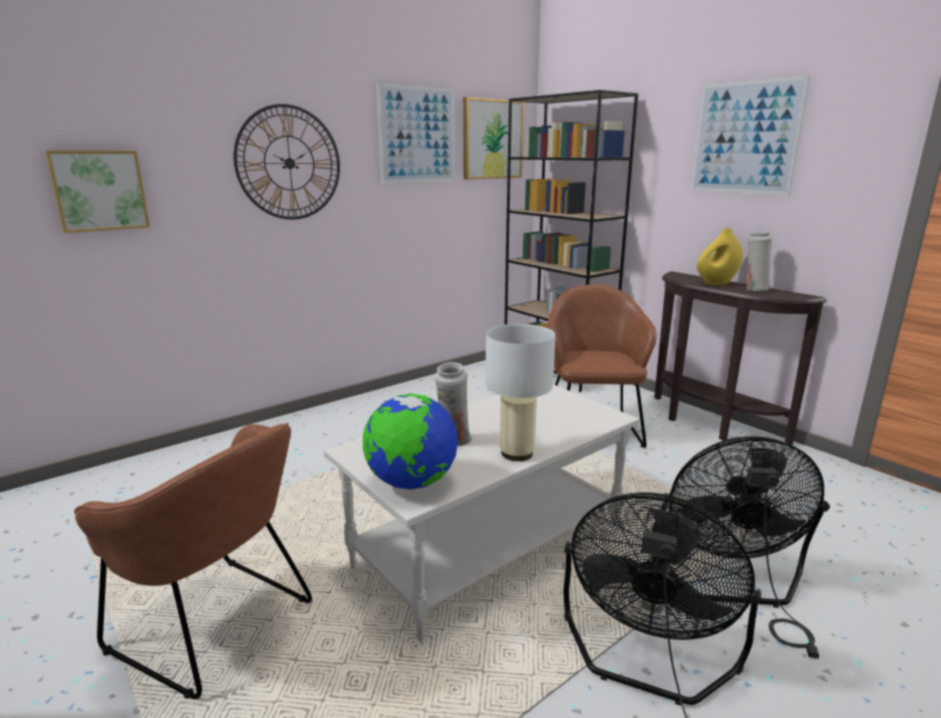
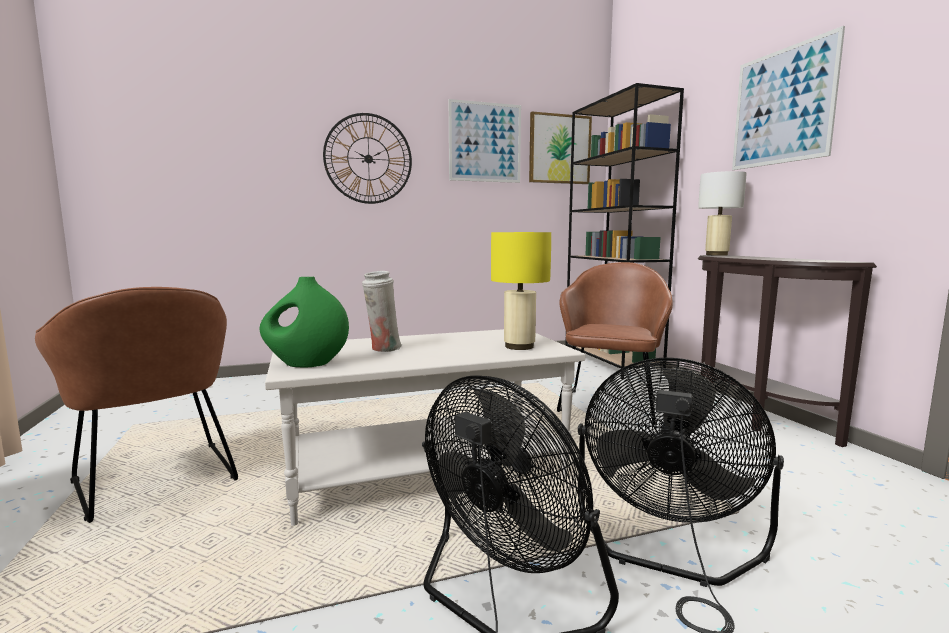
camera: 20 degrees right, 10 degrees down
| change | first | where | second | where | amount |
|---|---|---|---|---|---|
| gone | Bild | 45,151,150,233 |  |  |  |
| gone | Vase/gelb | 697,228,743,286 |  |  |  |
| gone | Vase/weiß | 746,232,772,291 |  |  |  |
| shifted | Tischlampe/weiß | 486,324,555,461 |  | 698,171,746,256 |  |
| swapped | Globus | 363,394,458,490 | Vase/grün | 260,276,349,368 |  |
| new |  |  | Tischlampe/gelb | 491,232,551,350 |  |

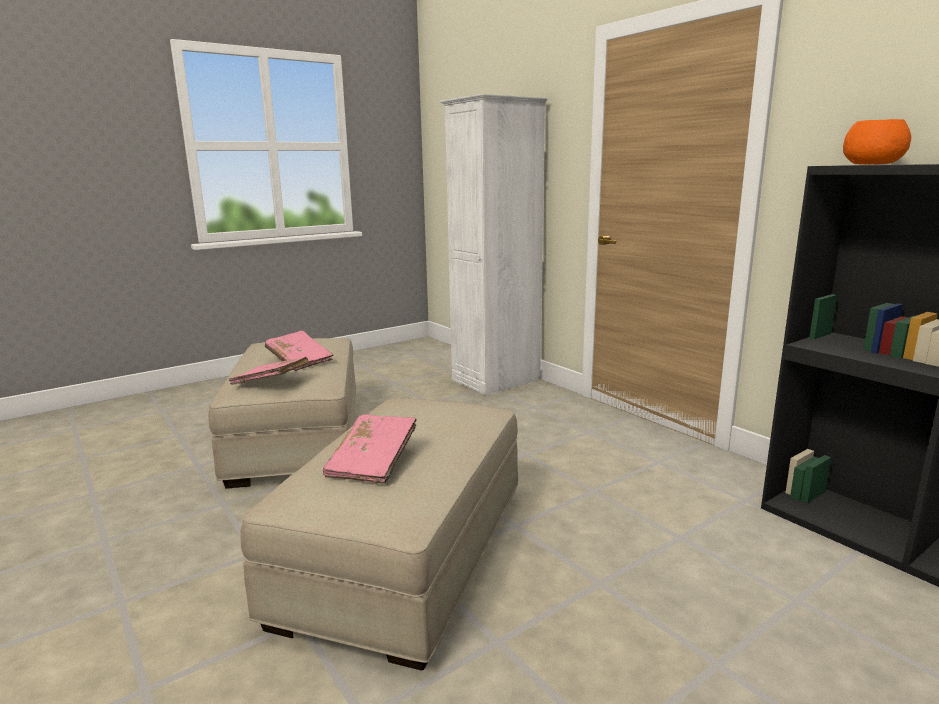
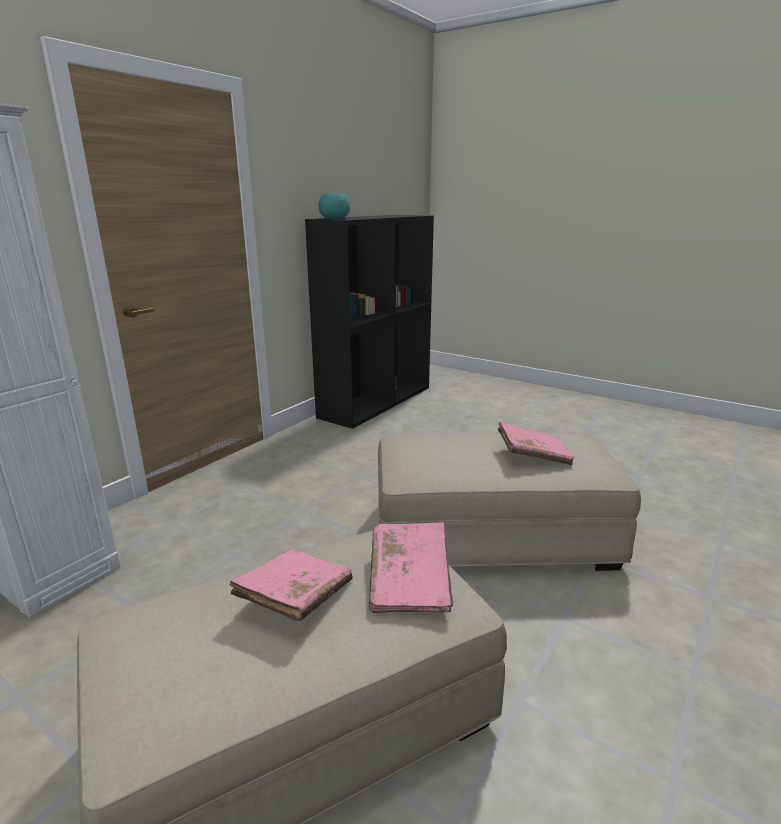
camera: 110 degrees left, 5 degrees up
| change | first | where | second | where | amount |
|---|---|---|---|---|---|
| repainted | Schüssel/orange | 843,119,911,165 | Schüssel/türkis | 319,194,350,219 |  |

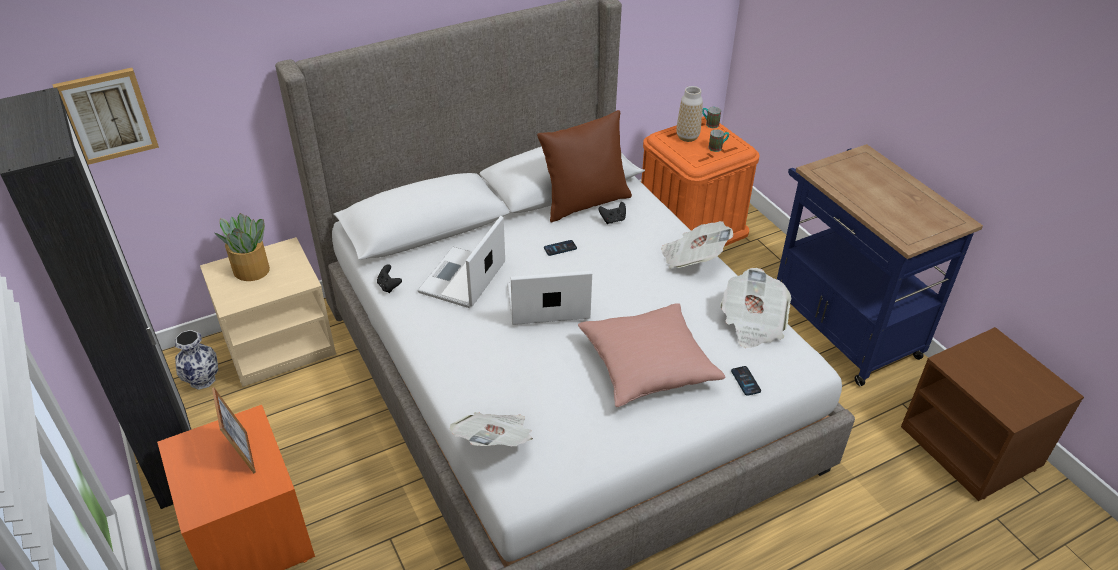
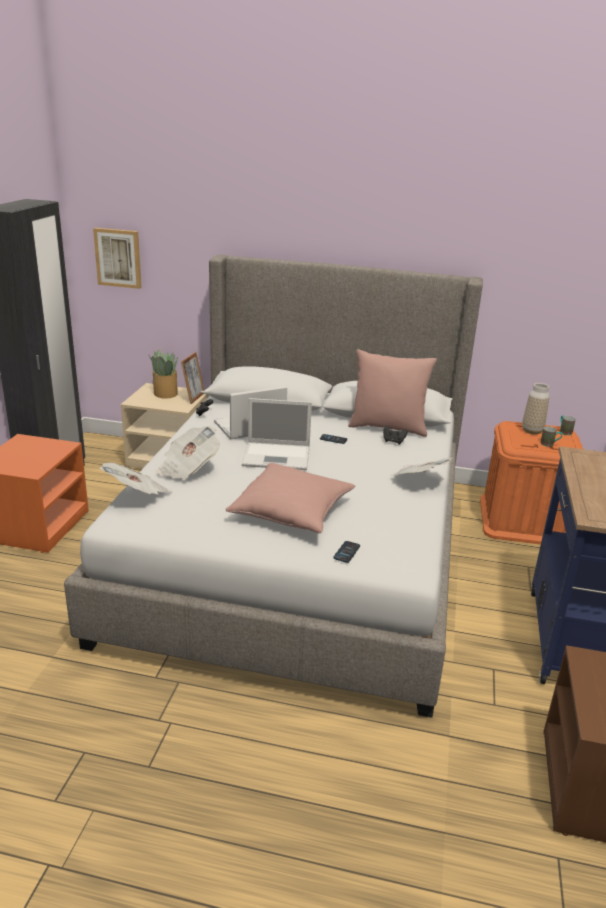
camera: 40 degrees right, 15 degrees down
| change | first | where | second | where | amount |
|---|---|---|---|---|---|
| repainted | Kissen/braun | 537,110,632,223 | Kissen/rosa | 348,349,437,437 |  |
| shifted | Zeitung | 720,268,792,348 |  | 157,426,220,479 |  |
| rotated | Laptop | 507,271,592,325 |  | 242,398,312,470 | 150 degrees clockwise |
| gone | Vase | 174,330,218,390 |  |  |  |
| shifted | Bilderrahmen | 212,387,256,473 |  | 181,352,204,404 |  |

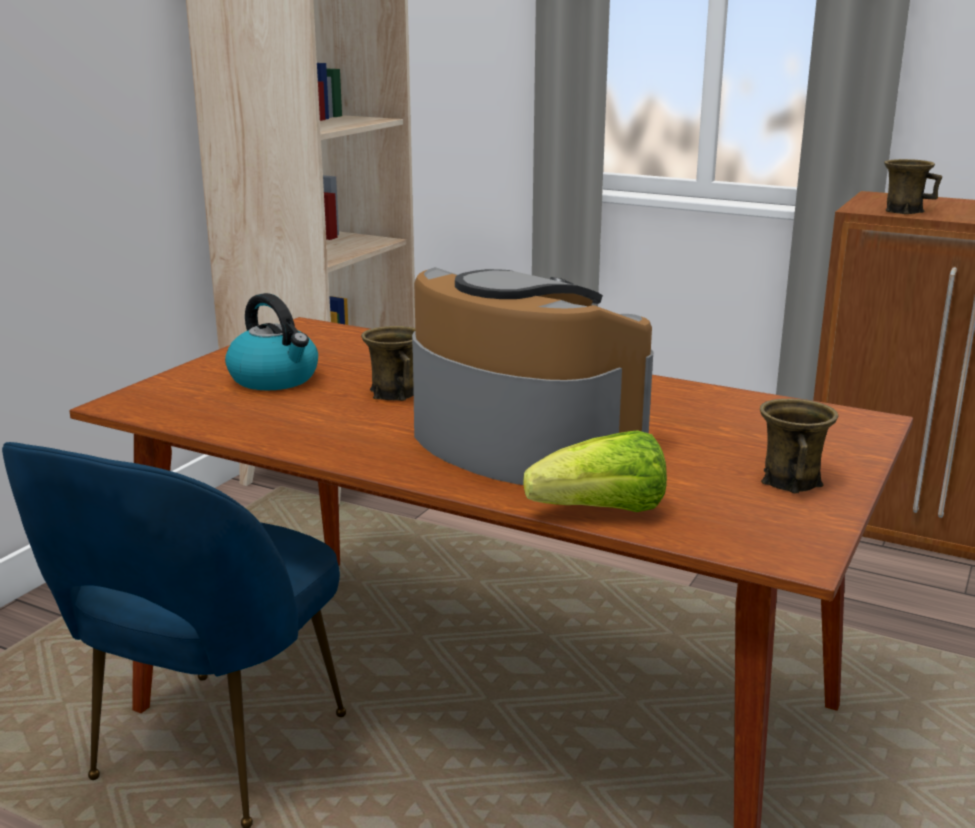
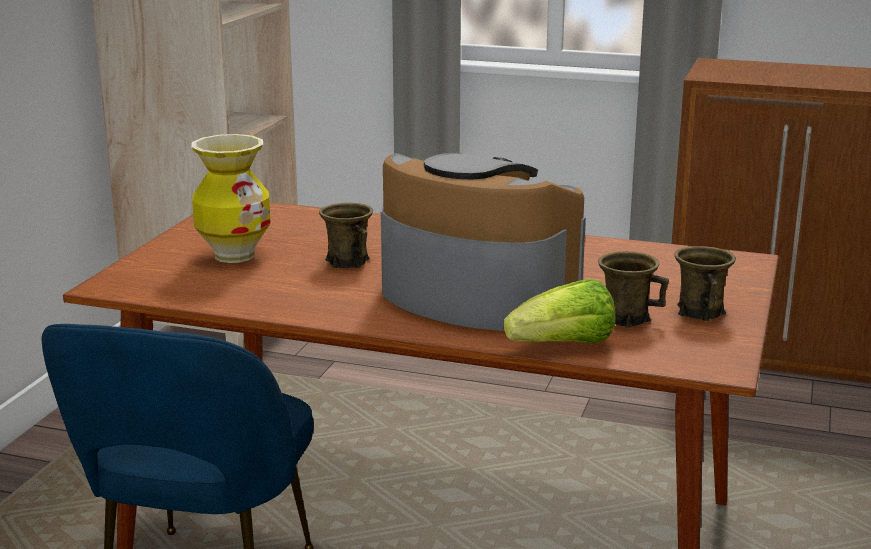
camera: 10 degrees left, 0 degrees up
| change | first | where | second | where | amount |
|---|---|---|---|---|---|
| shifted | Henkelbecher/braun | 884,159,942,214 |  | 598,251,669,328 |  |
| swapped | Wasserkessel | 225,293,318,390 | Vase | 191,134,271,263 |  |

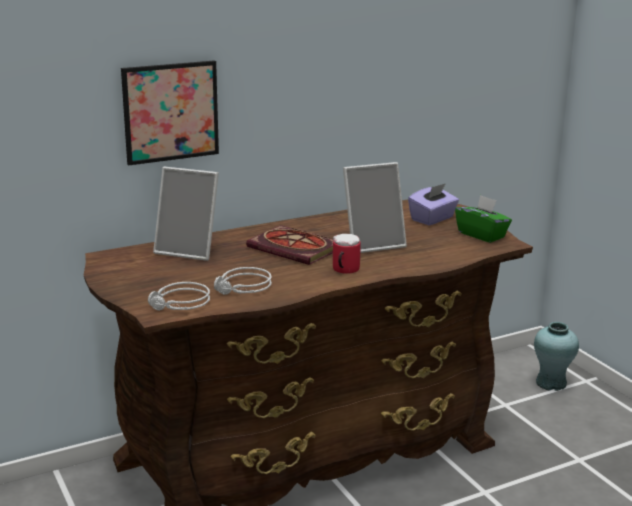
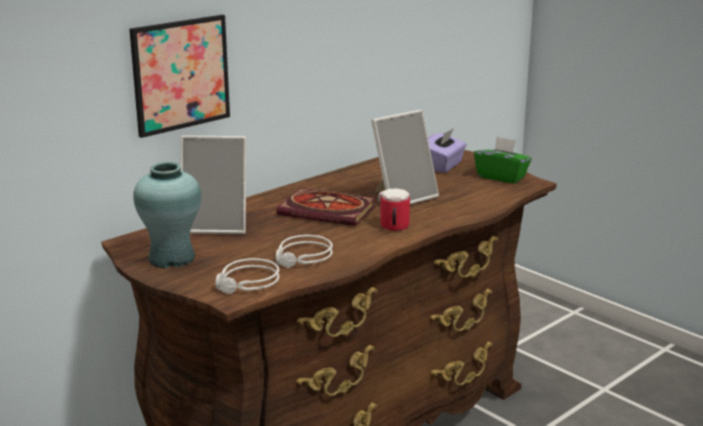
camera: 15 degrees left, 0 degrees up
| change | first | where | second | where | amount |
|---|---|---|---|---|---|
| shifted | Vase/türkis | 534,322,579,391 |  | 133,162,202,268 |  |

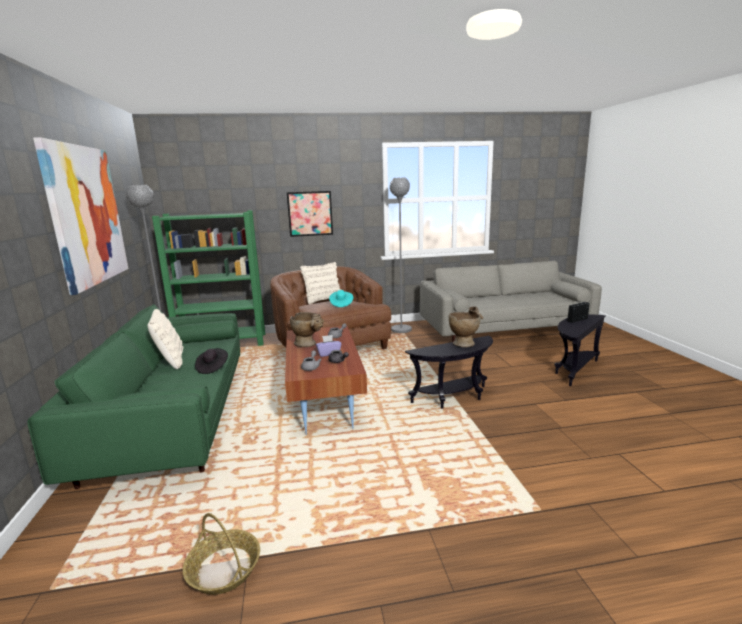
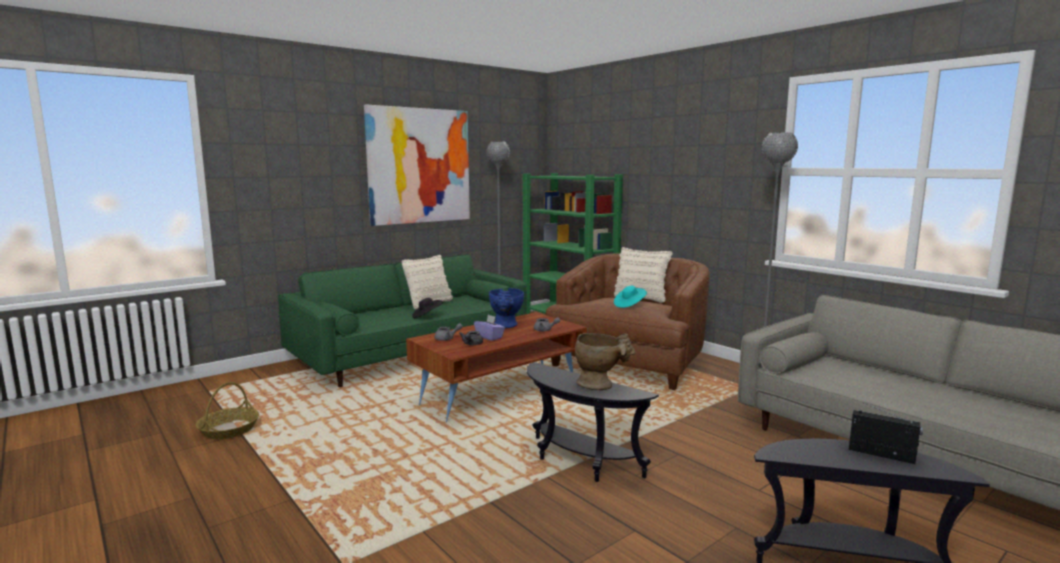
camera: 60 degrees right, 5 degrees down
| change | first | where | second | where | amount |
|---|---|---|---|---|---|
| gone | Bild | 287,191,333,237 |  |  |  |
| repainted | Vase/beige | 290,312,324,347 | Vase/blau | 489,288,524,328 |  |

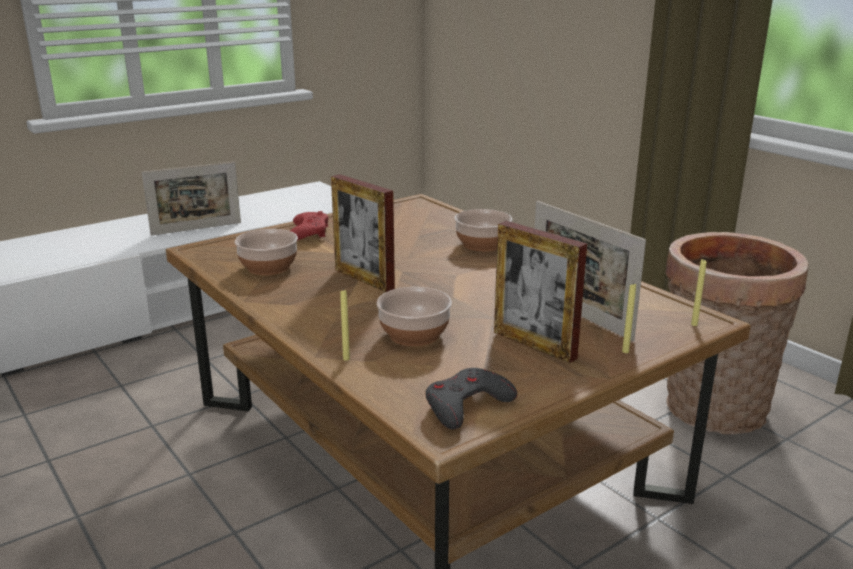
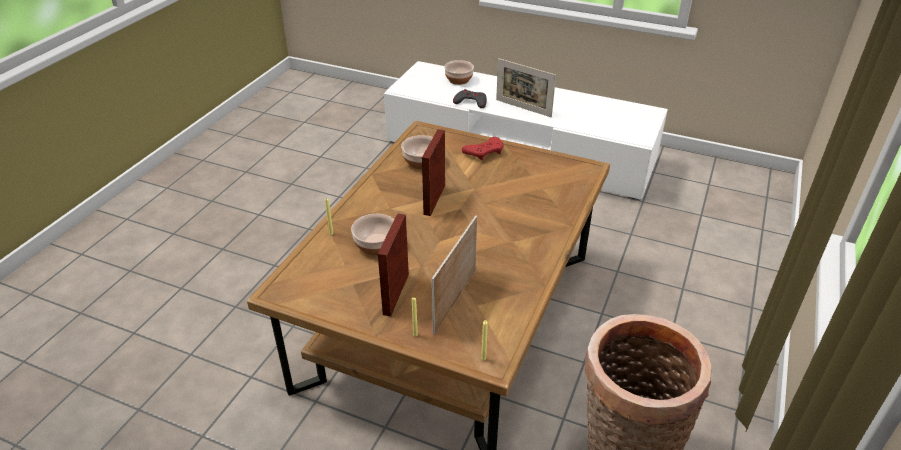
camera: 60 degrees right, 15 degrees up
| change | first | where | second | where | amount |
|---|---|---|---|---|---|
| shifted | Schüssel | 455,209,512,251 |  | 444,60,474,85 |  |
| shifted | Gamepad/grau | 426,368,517,430 |  | 453,89,487,108 |  |

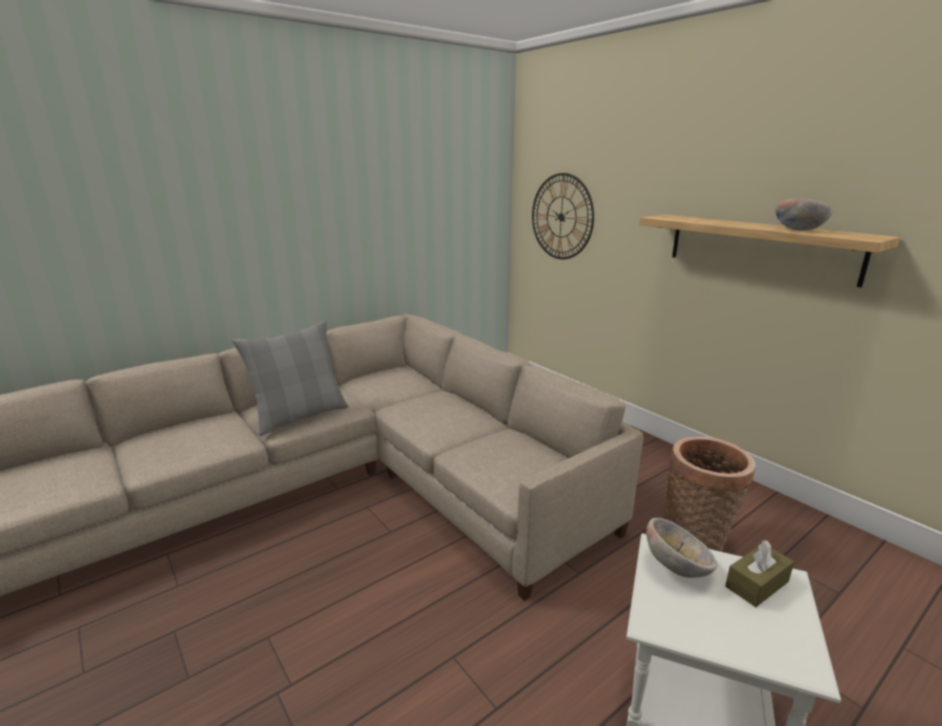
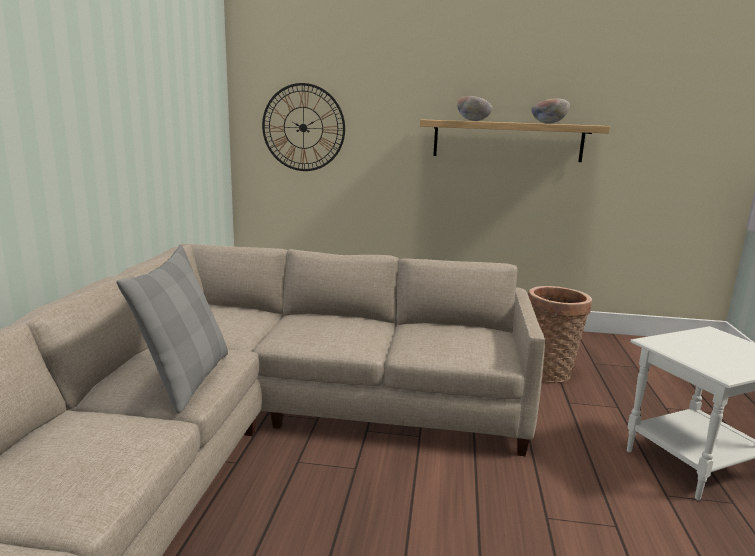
camera: 45 degrees left, 5 degrees down
| change | first | where | second | where | amount |
|---|---|---|---|---|---|
| shifted | Schüssel | 646,518,717,578 |  | 457,96,492,121 |  |
| gone | Taschentuchbox/braun | 725,540,794,607 |  |  |  |

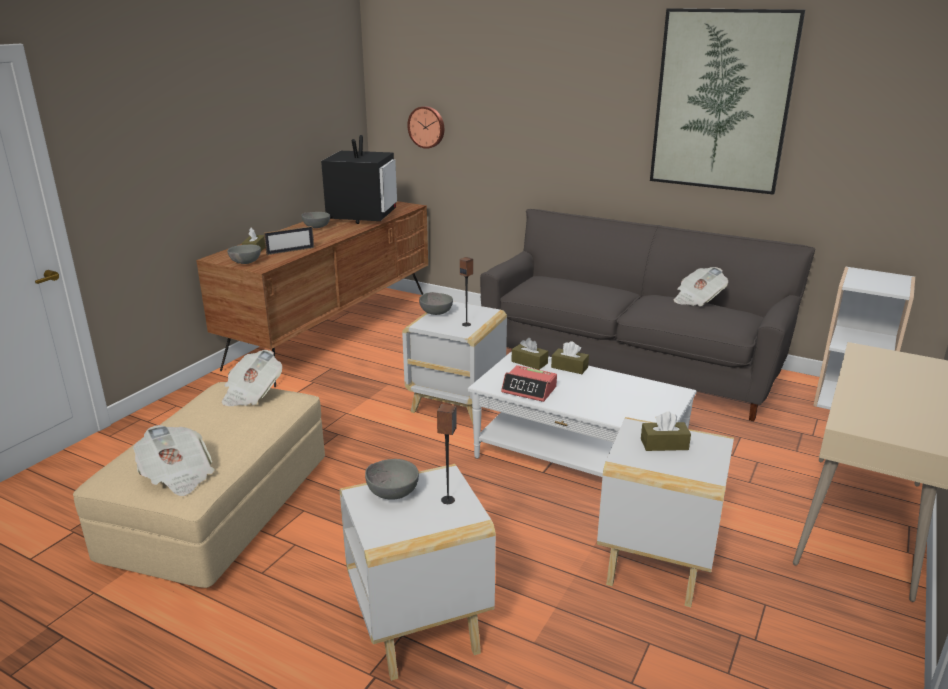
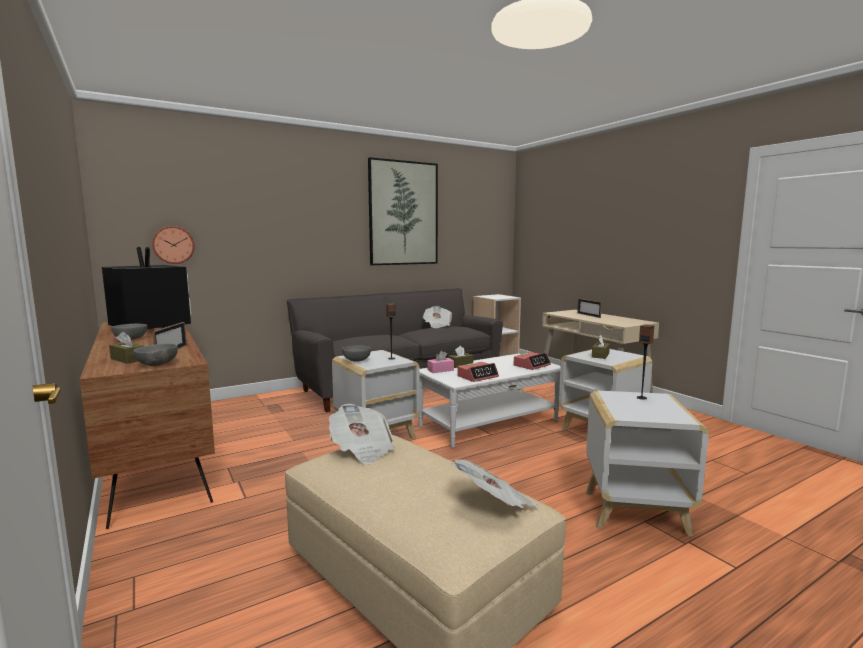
camera: 60 degrees left, 15 degrees down
| change | first | where | second | where | amount |
|---|---|---|---|---|---|
| repainted | Taschentuchbox/braun | 512,338,548,370 | Taschentuchbox/rosa | 427,351,454,373 |  |
| gone | Schüssel/grau | 365,459,419,500 |  |  |  |
| new |  |  | Bilderrahmen | 577,299,602,318 |  |
| new |  |  | Wecker | 514,352,551,370 |  |

